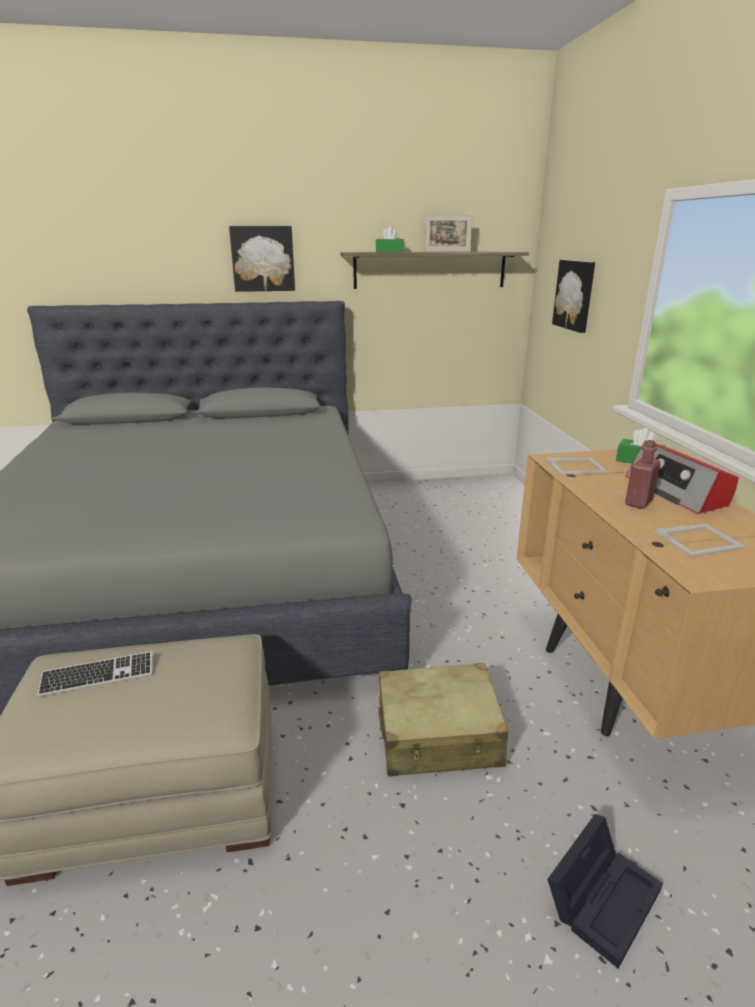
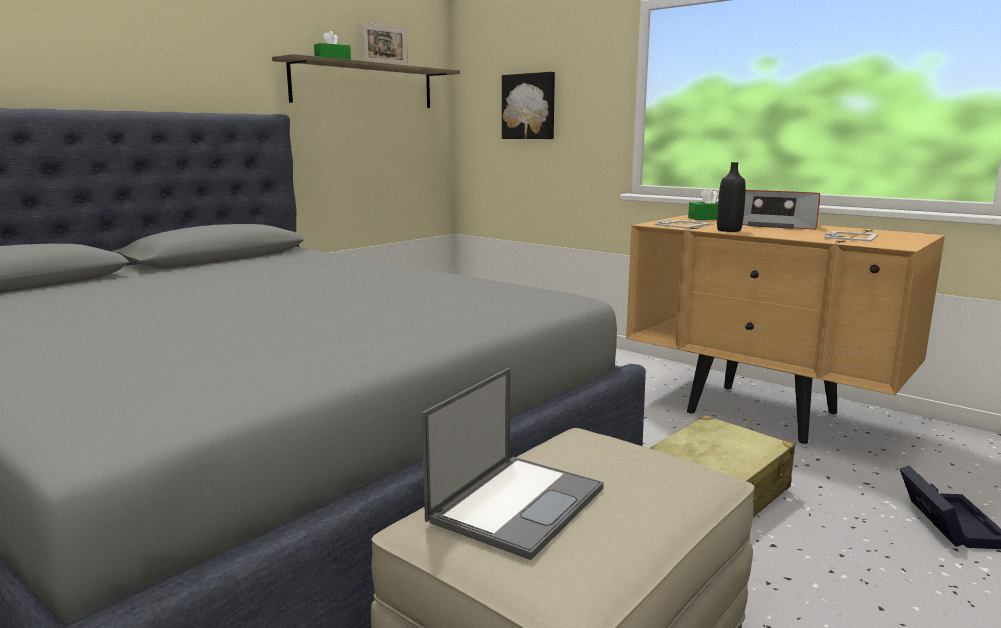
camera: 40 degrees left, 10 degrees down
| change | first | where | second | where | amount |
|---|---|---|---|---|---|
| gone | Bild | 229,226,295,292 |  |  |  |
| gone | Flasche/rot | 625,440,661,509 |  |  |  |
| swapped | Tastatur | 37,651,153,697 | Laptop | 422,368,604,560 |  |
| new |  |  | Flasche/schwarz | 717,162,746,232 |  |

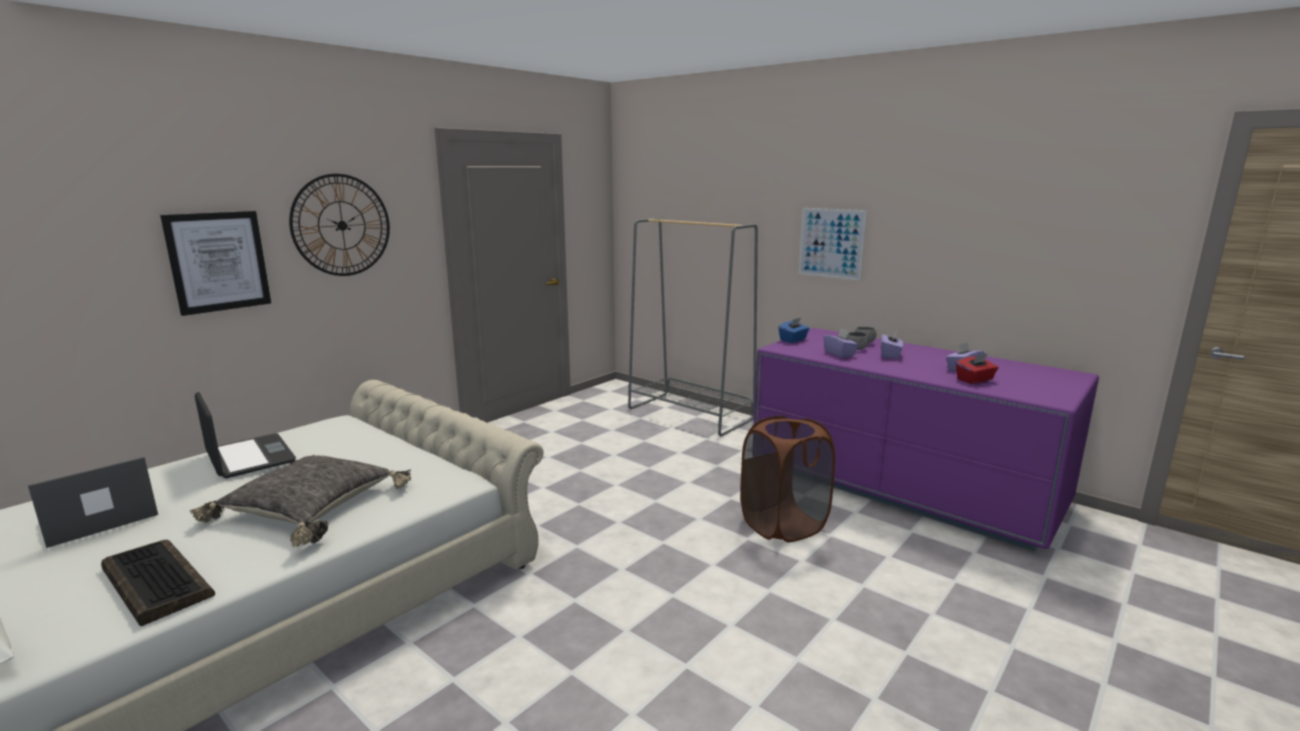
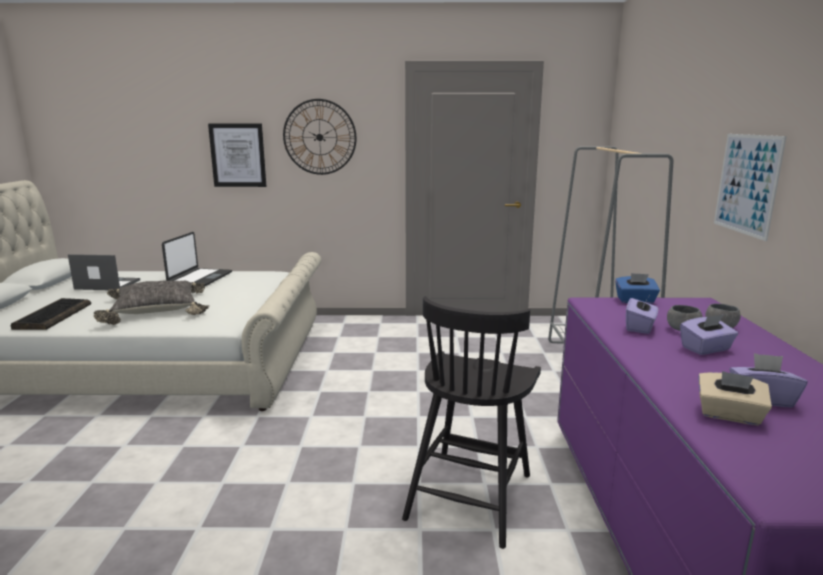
camera: 50 degrees right, 0 degrees up
| change | first | where | second | where | amount |
|---|---|---|---|---|---|
| repainted | Taschentuchbox/rot | 956,354,998,384 | Taschentuchbox/beige | 698,371,772,426 |  |
| swapped | Wäschekorb/braun | 740,416,835,542 | Stuhl/schwarz | 402,296,541,549 |  |

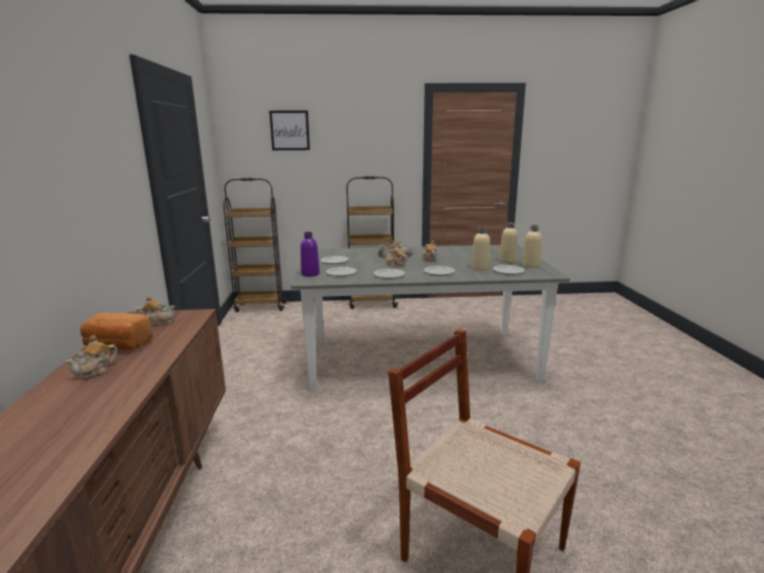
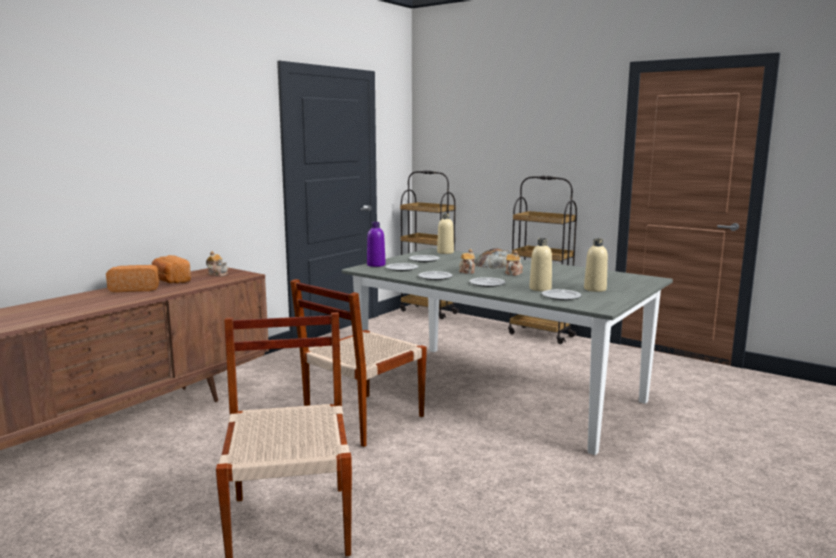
camera: 40 degrees right, 5 degrees down
| change | first | where | second | where | amount |
|---|---|---|---|---|---|
| gone | Bild | 269,110,310,150 |  |  |  |
| shifted | Flasche/beige | 522,225,542,268 |  | 437,213,454,254 |  |
| swapped | Teekanne | 65,335,117,380 | Brot | 106,265,159,292 |  |
| new |  |  | Stuhl | 290,279,426,447 |  |

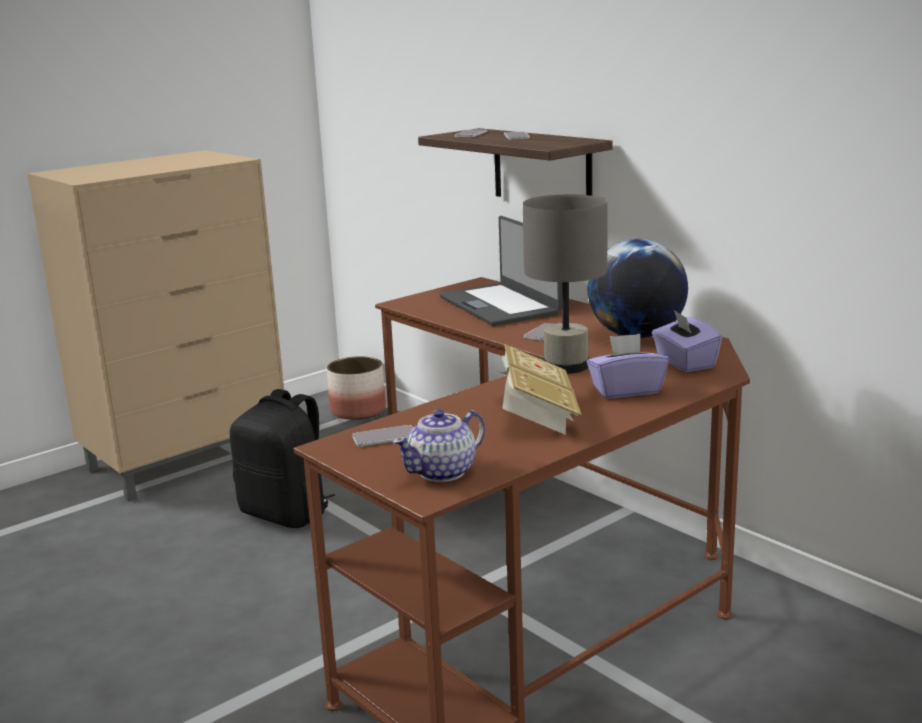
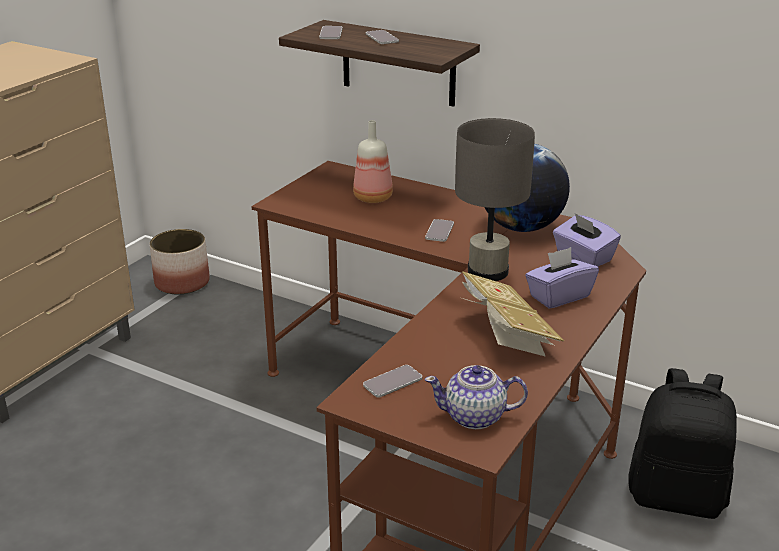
camera: 20 degrees left, 10 degrees up
| change | first | where | second | where | amount |
|---|---|---|---|---|---|
| swapped | Laptop | 439,216,562,326 | Flasche | 353,120,393,203 |  |
| shifted | Rucksack/schwarz | 230,389,335,528 |  | 628,368,737,519 |  |
| rotated | Teekanne | 392,409,485,482 |  | 425,365,528,429 | 60 degrees clockwise |

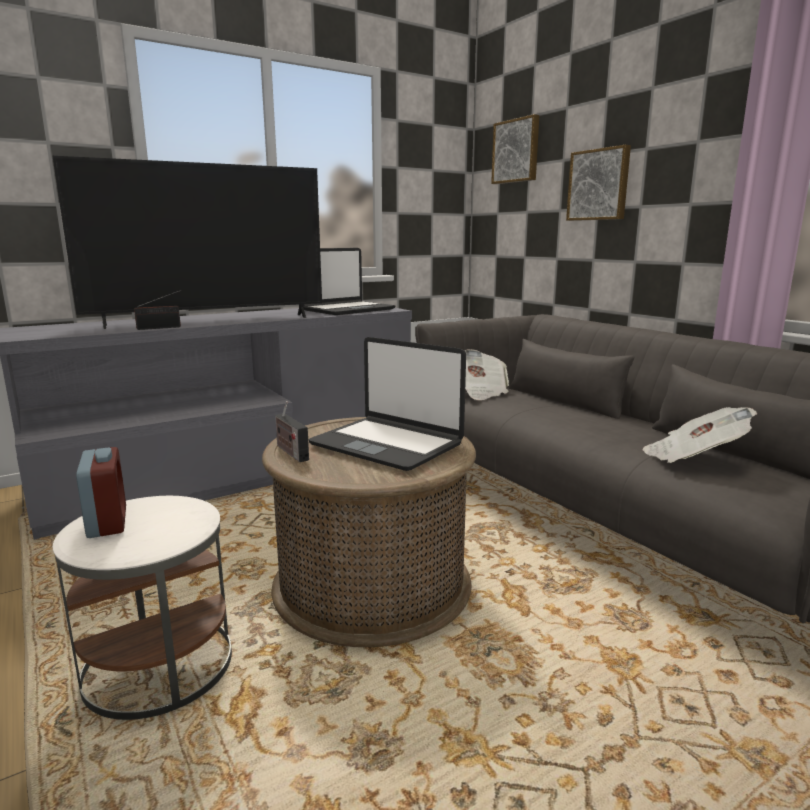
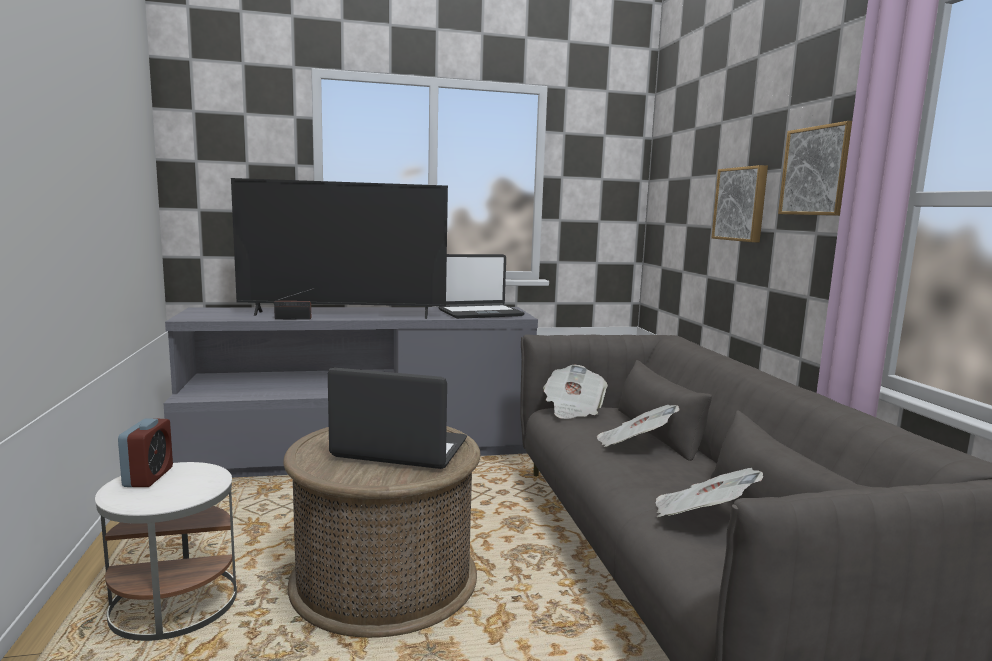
camera: 20 degrees right, 5 degrees down
| change | first | where | second | where | amount |
|---|---|---|---|---|---|
| shifted | Bild | 491,114,539,184 |  | 778,121,852,216 |  |
| rotated | Laptop | 309,337,466,471 |  | 328,367,467,469 | 135 degrees clockwise |
| gone | Radio | 275,401,309,462 |  |  |  |
| new |  |  | Zeitung | 597,405,679,447 |  |

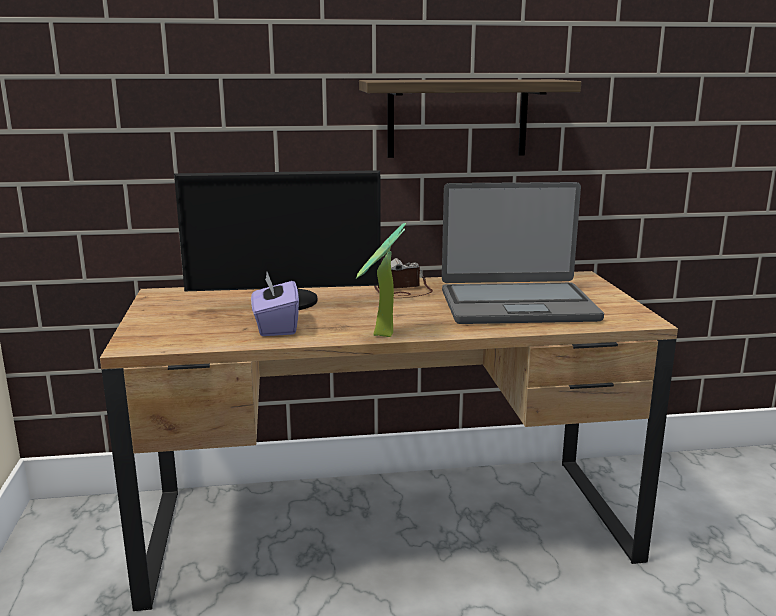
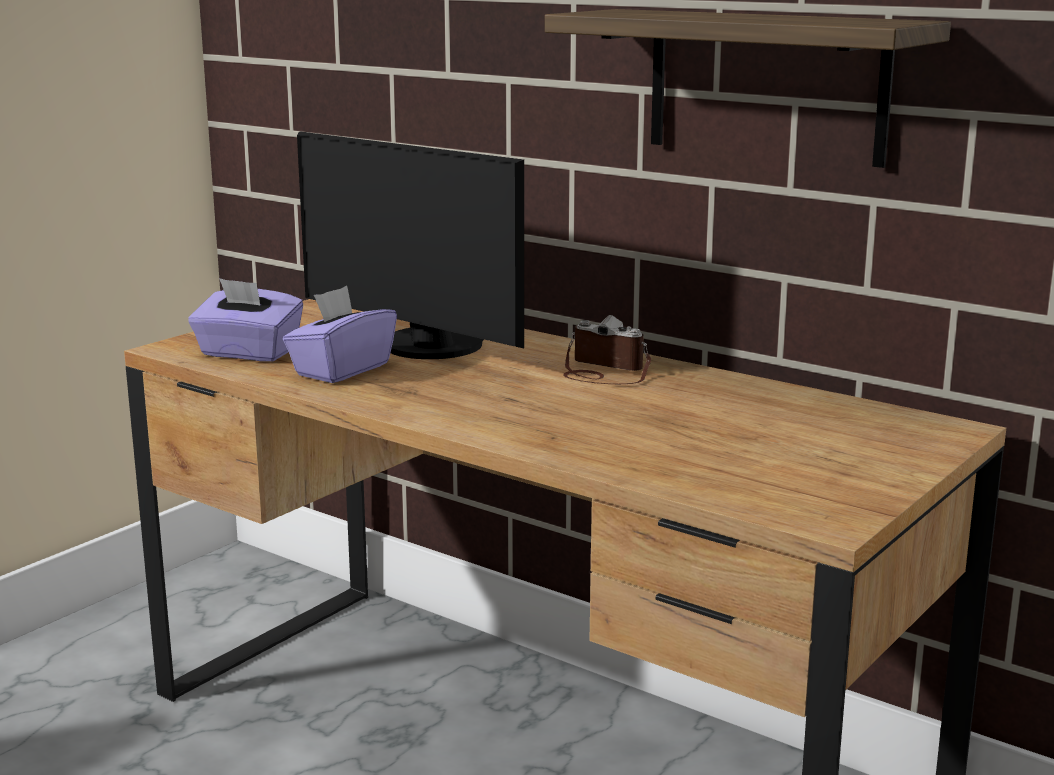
camera: 45 degrees right, 0 degrees up
| change | first | where | second | where | amount |
|---|---|---|---|---|---|
| gone | Laptop | 442,182,604,324 |  |  |  |
| gone | Topfpflanze | 356,223,406,337 |  |  |  |
| new |  |  | Taschentuchbox/lila | 188,278,303,362 |  |

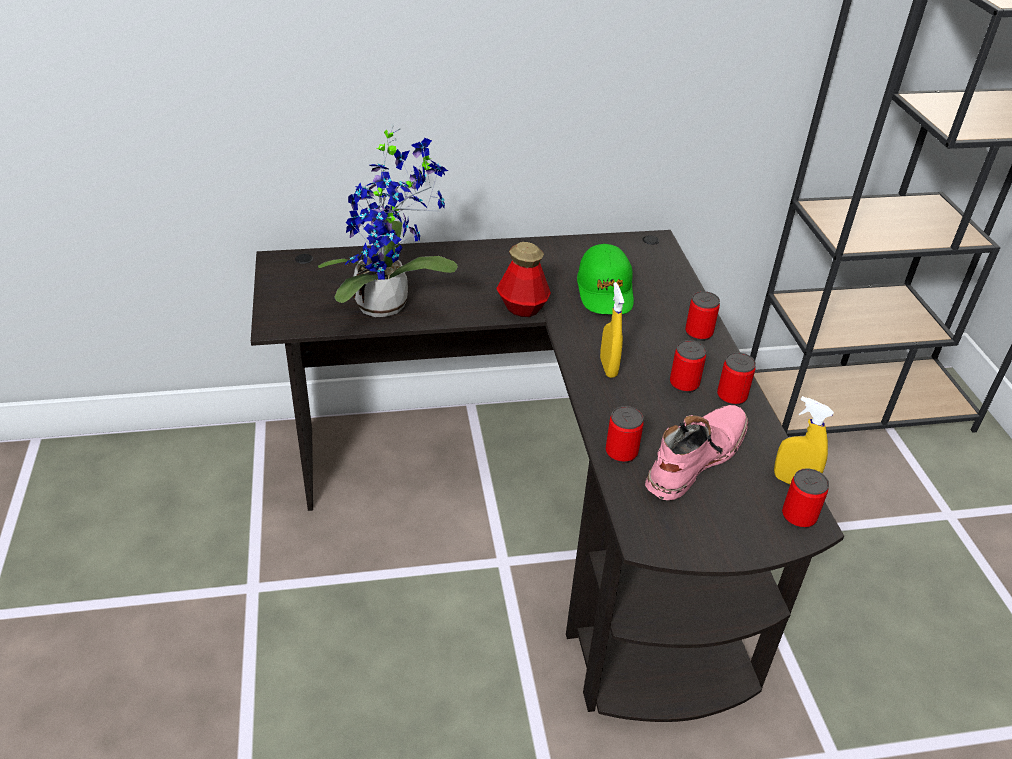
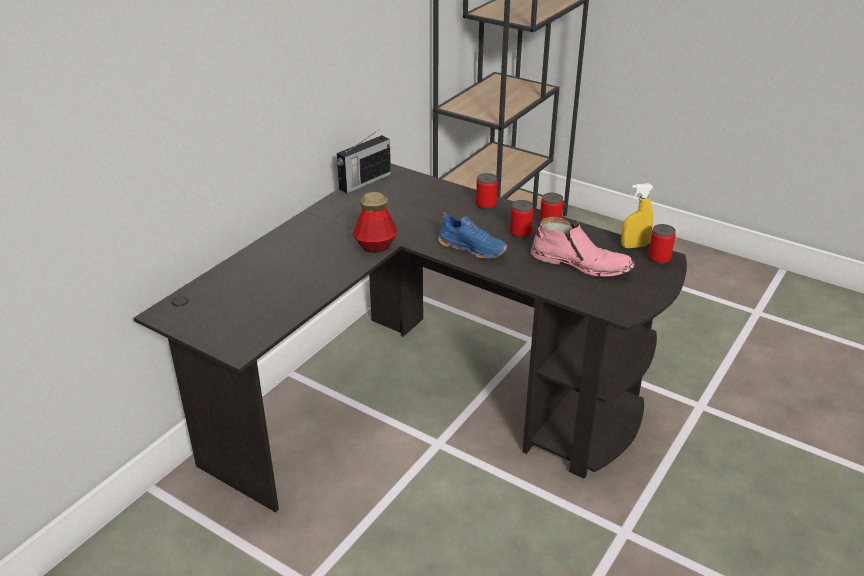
camera: 45 degrees left, 5 degrees down
| change | first | where | second | where | amount |
|---|---|---|---|---|---|
| gone | Topfpflanze | 318,123,458,317 |  |  |  |
| gone | Kappe/grün | 577,244,634,314 |  |  |  |
| swapped | Sprühflasche/gelb | 600,282,624,378 | Schuh/blau | 438,212,507,259 |  |
| rotated | Stiefel/rosa | 645,405,748,501 |  | 531,217,634,277 | 120 degrees clockwise |
| gone | Dose | 606,406,644,463 |  |  |  |
| new |  |  | Radio | 337,129,391,193 |  |

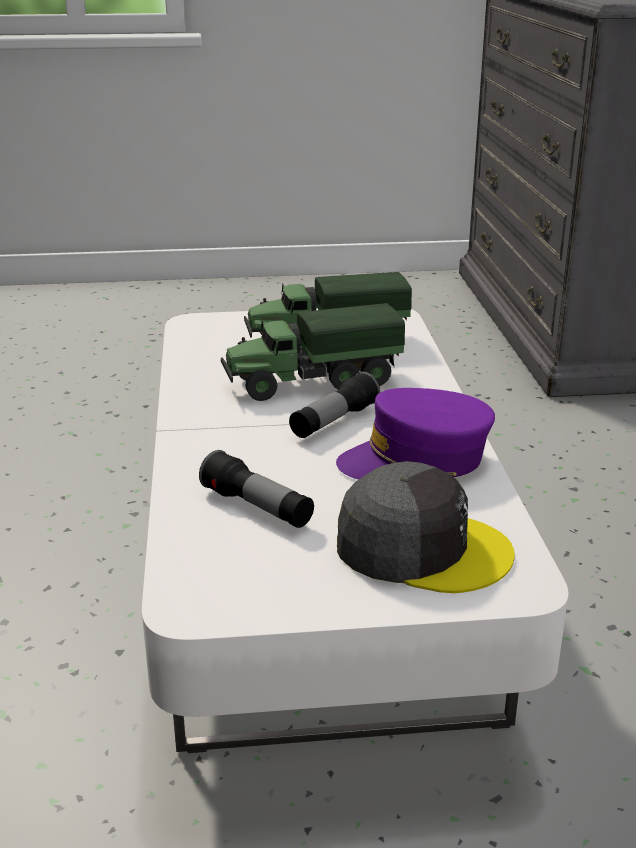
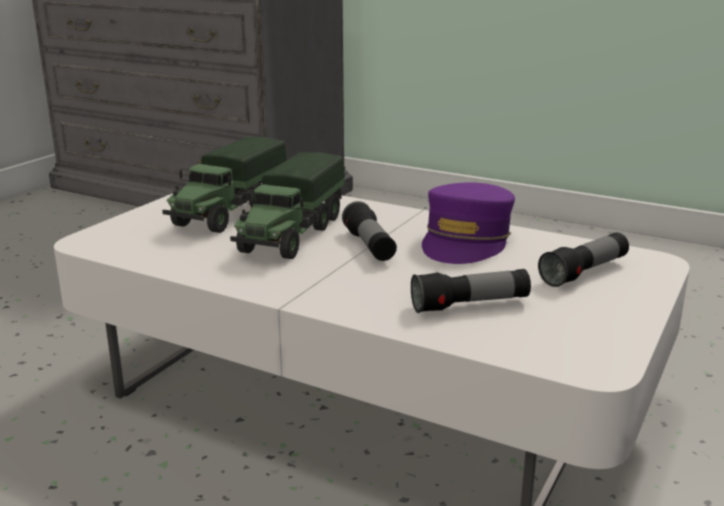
camera: 55 degrees left, 5 degrees down
| change | first | where | second | where | amount |
|---|---|---|---|---|---|
| swapped | Kappe/grau | 337,461,515,593 | Taschenlampe | 538,232,629,287 |  |

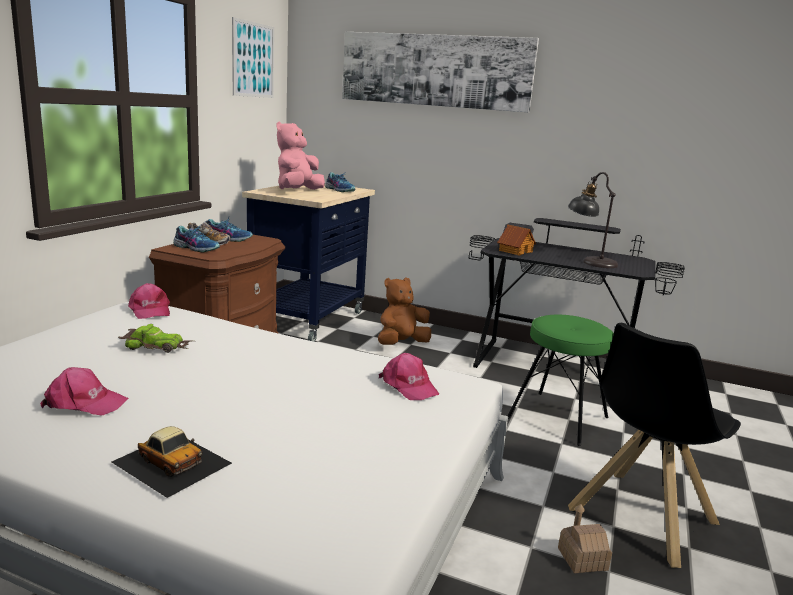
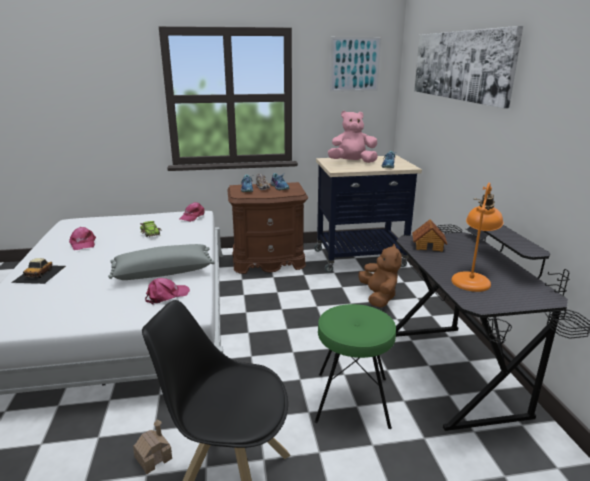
camera: 60 degrees right, 5 degrees up
| change | first | where | second | where | amount |
|---|---|---|---|---|---|
| repainted | Tischlampe/grau | 568,172,618,268 | Tischlampe/orange | 451,183,503,292 |  |
| rotated | Plüschtier/braun | 378,277,431,345 |  | 358,244,402,308 | 60 degrees clockwise |
| rotated | Kappe/rosa | 379,353,439,400 |  | 145,278,190,305 | 150 degrees counterclockwise |
| new |  |  | Kissen/grau | 108,244,215,280 |  |

